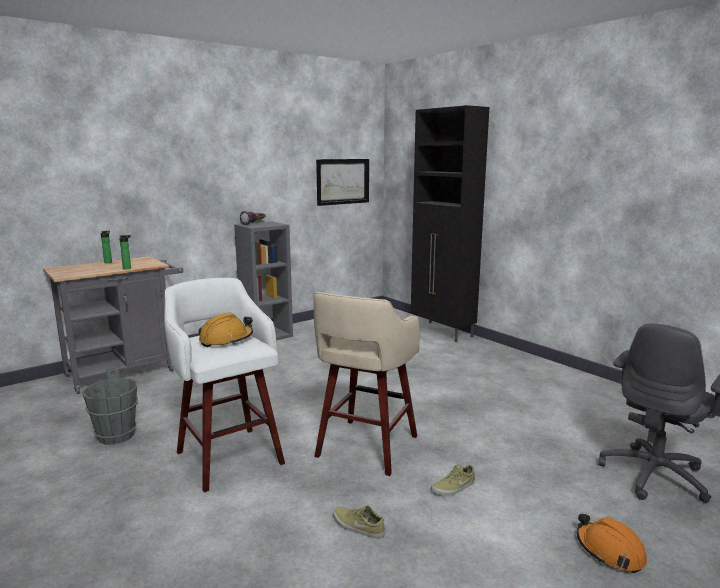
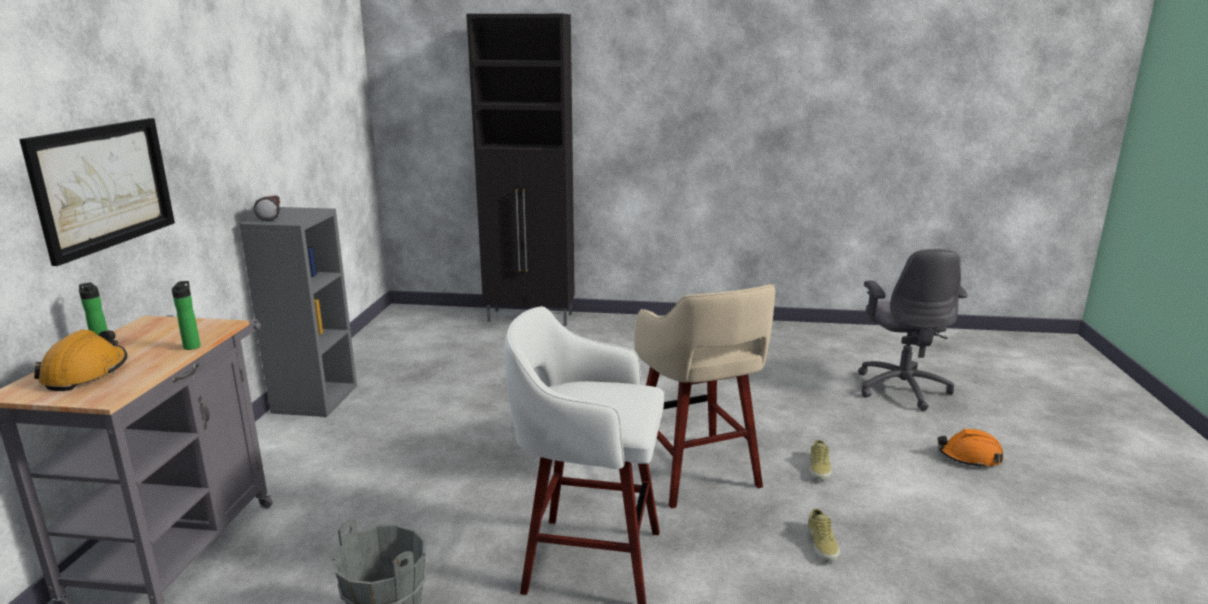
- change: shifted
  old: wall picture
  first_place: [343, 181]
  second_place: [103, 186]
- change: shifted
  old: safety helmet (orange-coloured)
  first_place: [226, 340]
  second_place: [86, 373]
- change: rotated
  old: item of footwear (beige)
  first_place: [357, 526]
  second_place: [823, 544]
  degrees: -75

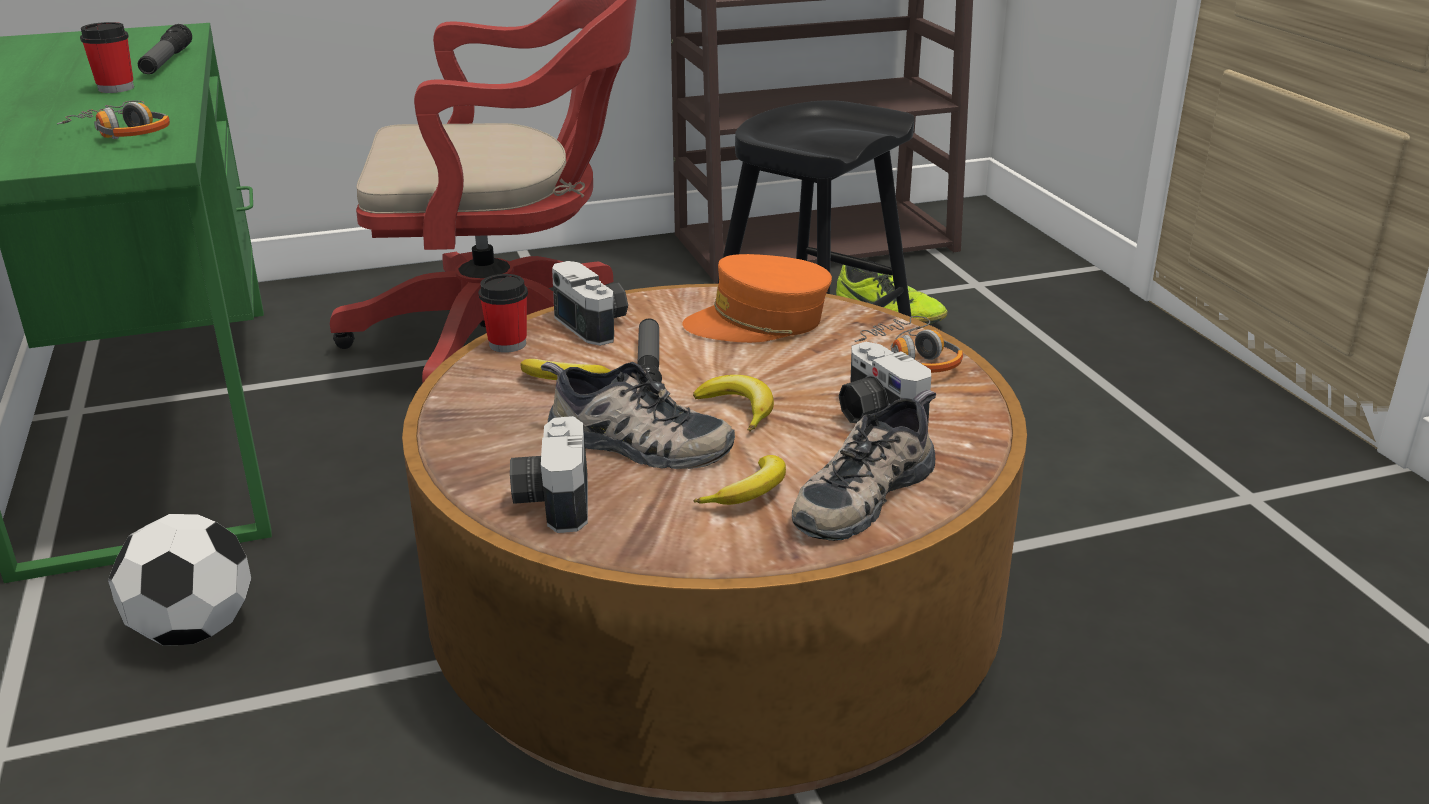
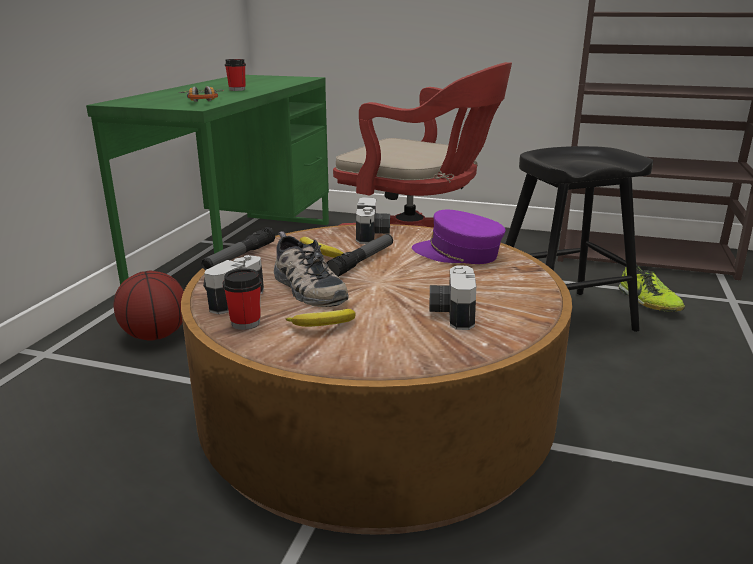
- change: swapped
  old: football
  new: ball for basketball
  first_place: [194, 630]
  second_place: [156, 335]
- change: shifted
  old: flashlight
  first_place: [166, 61]
  second_place: [240, 257]
- change: shifted
  old: drinking cup
  first_place: [507, 344]
  second_place: [245, 323]
- change: repainted
  old: peaked cap (orange-coloured)
  new: peaked cap (purple)
  first_place: [759, 322]
  second_place: [457, 254]
- change: gone
  old: banana
  first_place: [738, 409]
- change: gone
  old: item of footwear
  first_place: [861, 492]
- change: gone
  old: headset
  first_place: [913, 357]

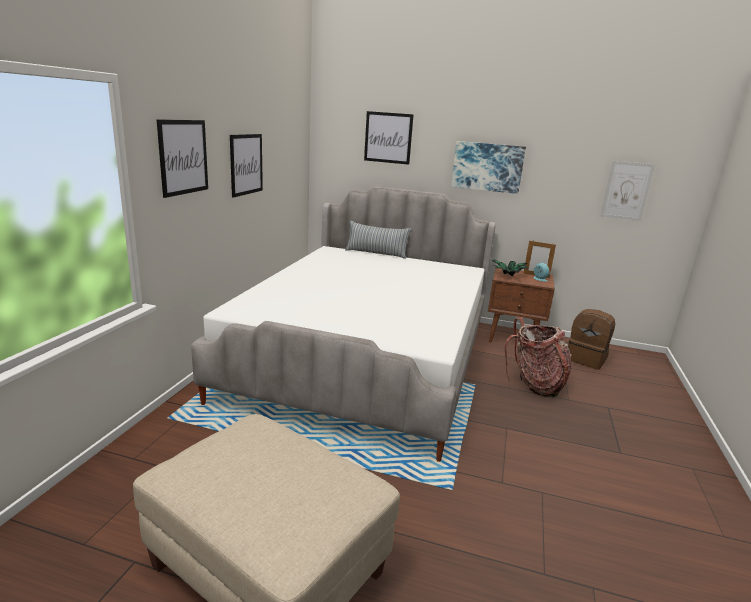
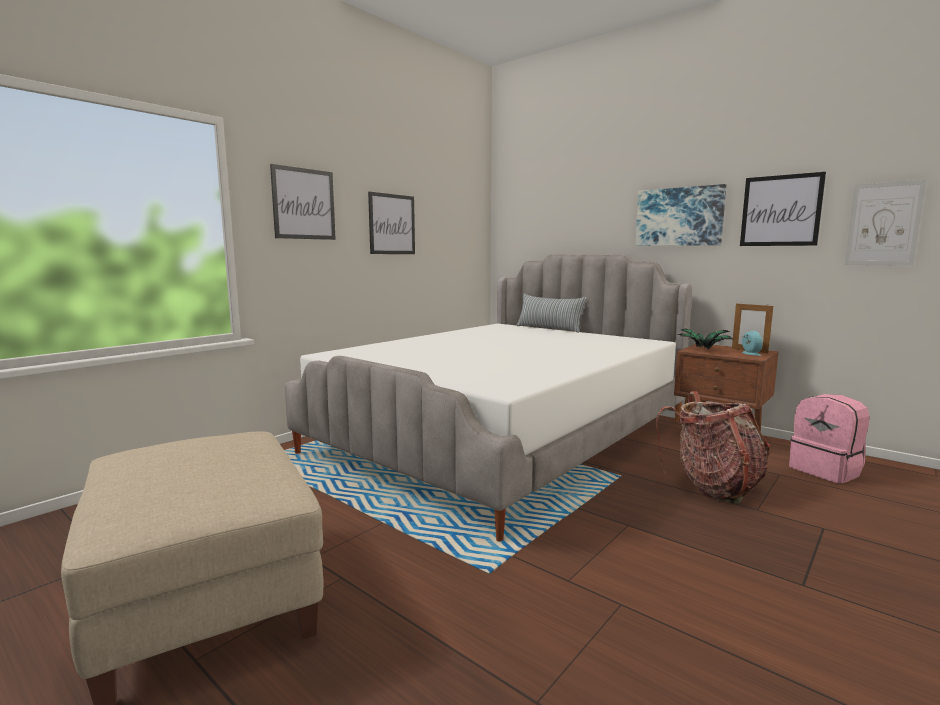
- change: shifted
  old: wall picture
  first_place: [388, 138]
  second_place: [780, 210]
- change: repainted
  old: rucksack (brown)
  new: rucksack (pinkish)
  first_place: [586, 359]
  second_place: [826, 471]

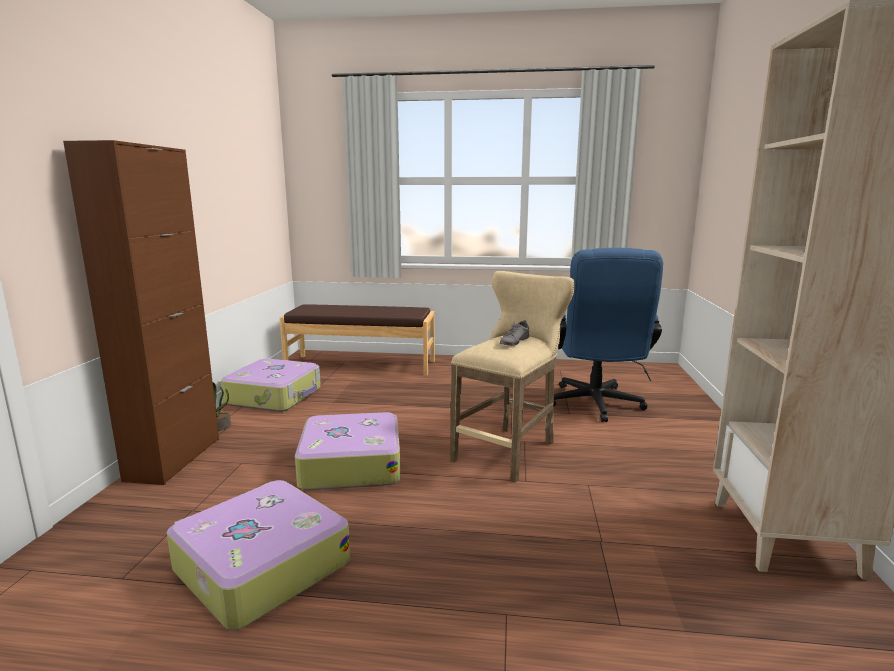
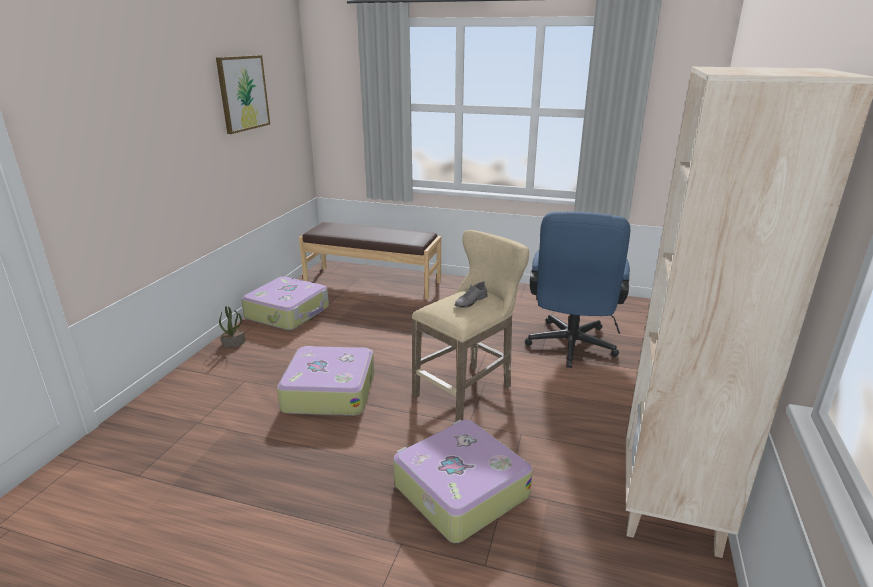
- change: new
  new: wall picture
  second_place: [243, 93]
- change: shifted
  old: suitcase
  first_place: [260, 566]
  second_place: [459, 490]
- change: gone
  old: cabinet (brown)
  first_place: [174, 459]

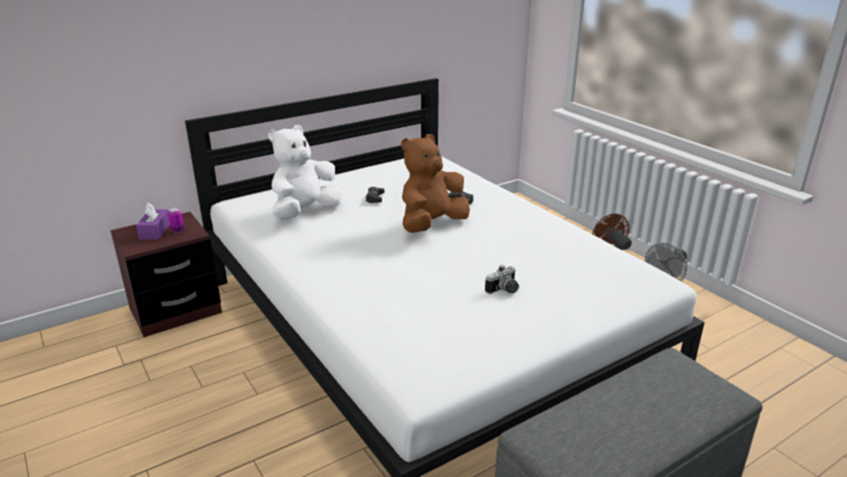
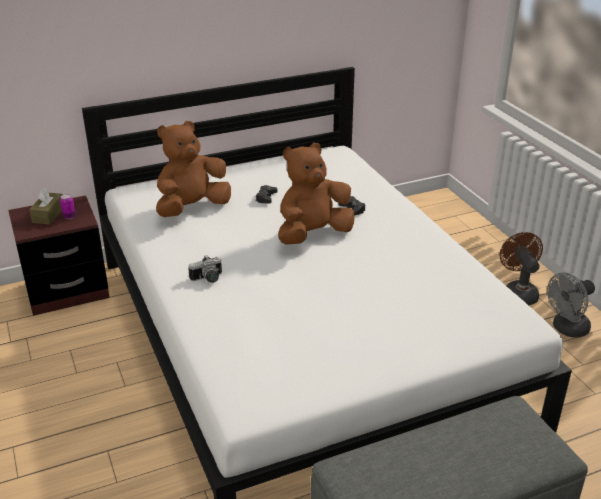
- change: repainted
  old: tissue box (purple)
  new: tissue box (brown)
  first_place: [155, 231]
  second_place: [48, 215]
- change: repainted
  old: soft toy (white)
  new: soft toy (brown)
  first_place: [305, 212]
  second_place: [192, 208]
- change: shifted
  old: still camera
  first_place: [504, 290]
  second_place: [208, 279]

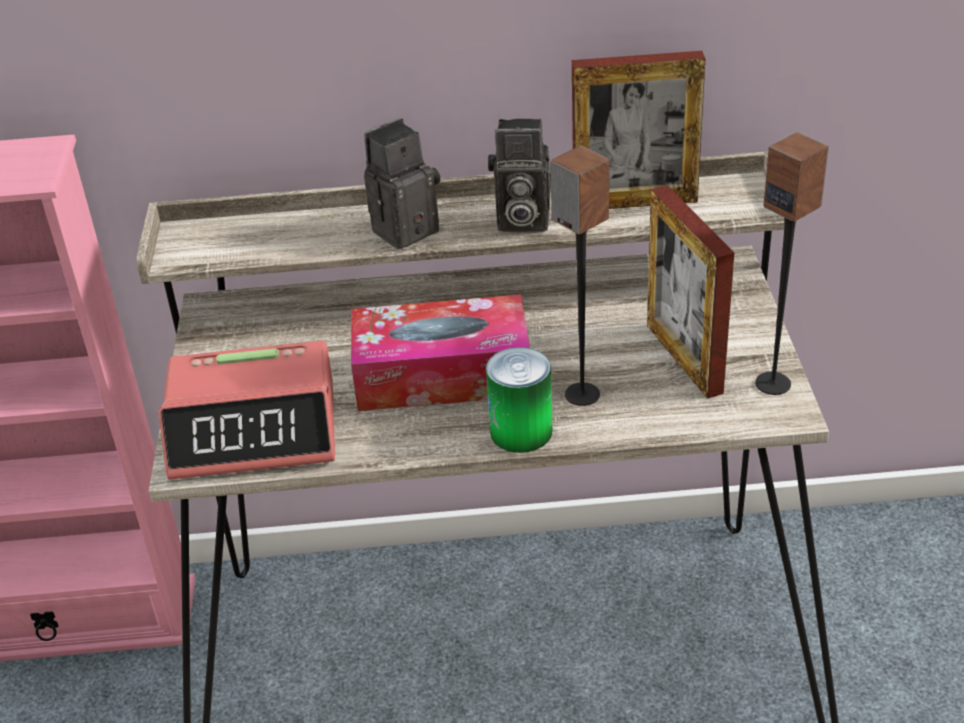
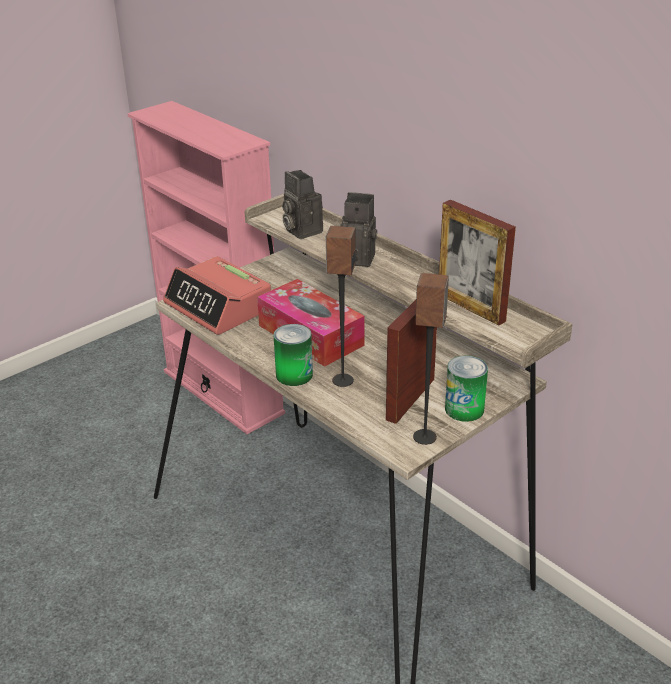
- change: shifted
  old: still camera
  first_place: [520, 220]
  second_place: [301, 230]
- change: new
  new: sealed can
  second_place: [464, 409]

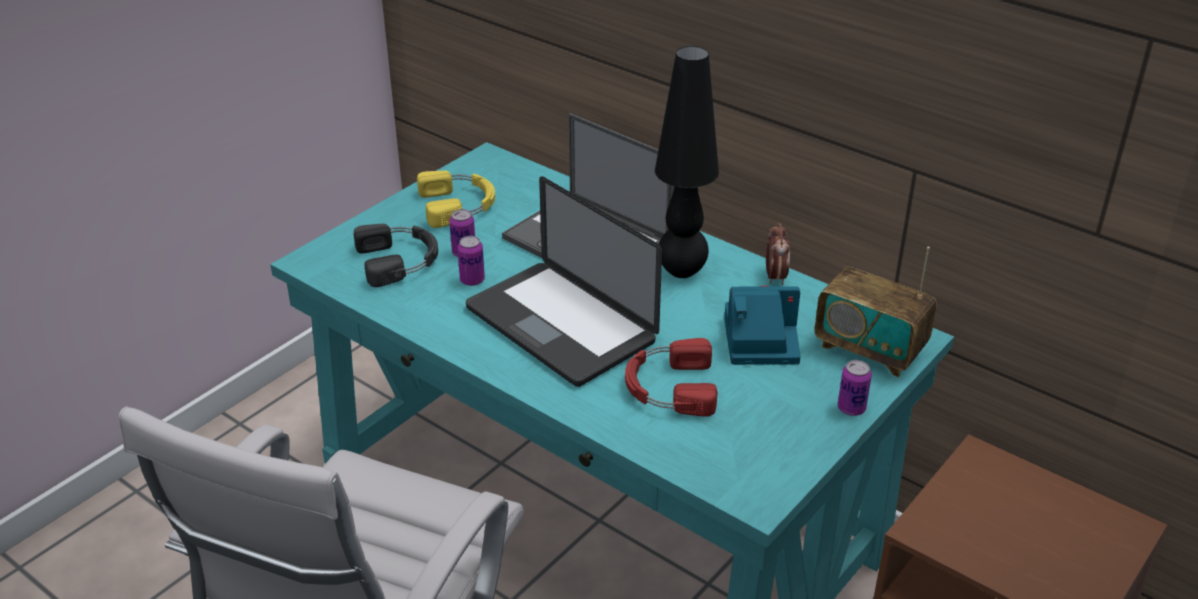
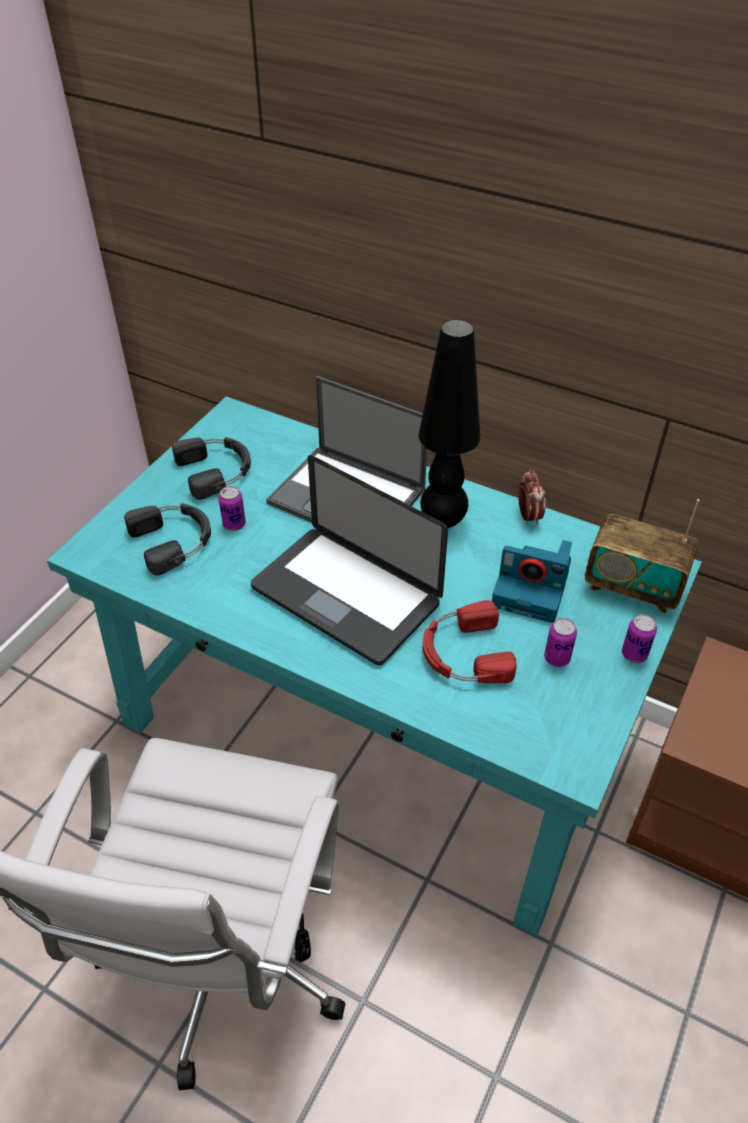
- change: repainted
  old: headset (yellow)
  new: headset (black-coloured)
  first_place: [459, 205]
  second_place: [216, 470]
- change: rotated
  old: still camera
  first_place: [759, 341]
  second_place: [532, 590]
  degrees: -150
- change: shifted
  old: sealed can
  first_place: [472, 280]
  second_place: [557, 658]

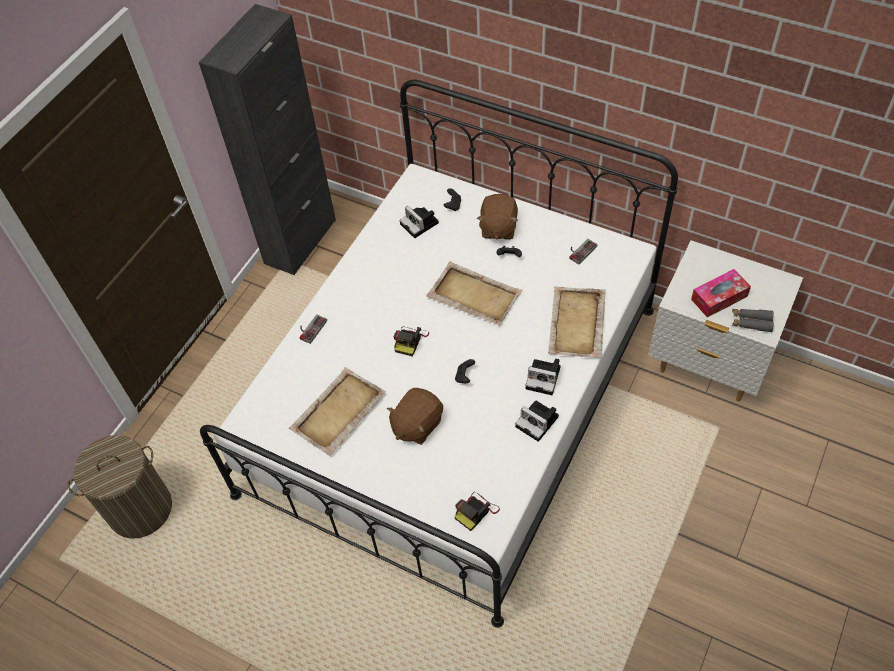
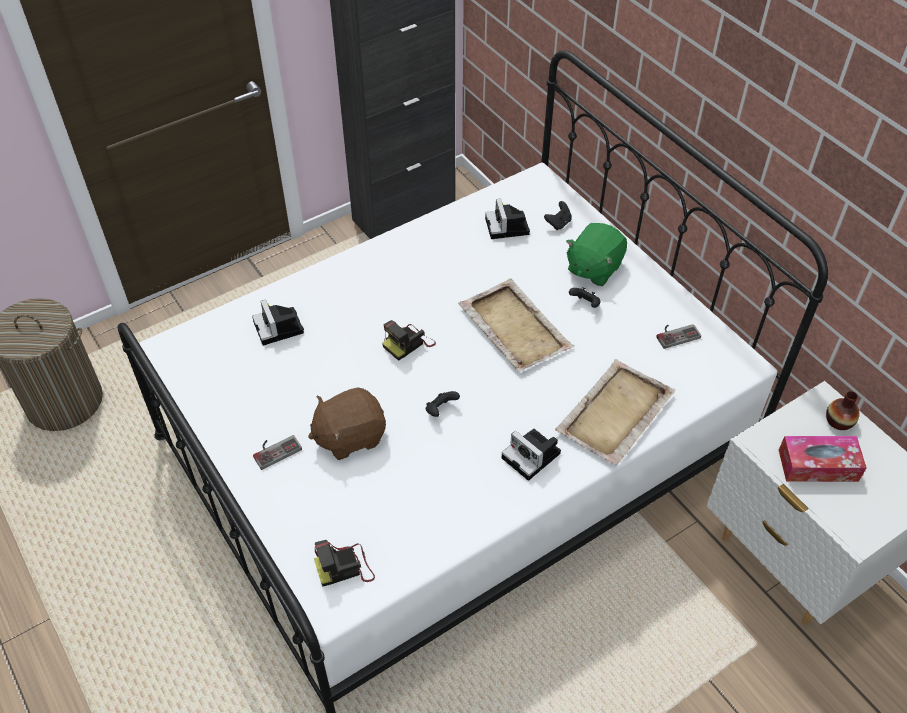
- change: shifted
  old: still camera
  first_place: [538, 422]
  second_place: [280, 329]
- change: shifted
  old: gamepad
  first_place: [310, 328]
  second_place: [275, 449]
- change: repainted
  old: soft toy (brown)
  new: soft toy (green)
  first_place: [498, 228]
  second_place: [593, 268]
- change: new
  new: vase
  second_place: [839, 421]
- change: gone
  old: tray (beige)
  first_place: [337, 413]
- change: gone
  old: binoculars (grey)
  first_place: [751, 322]

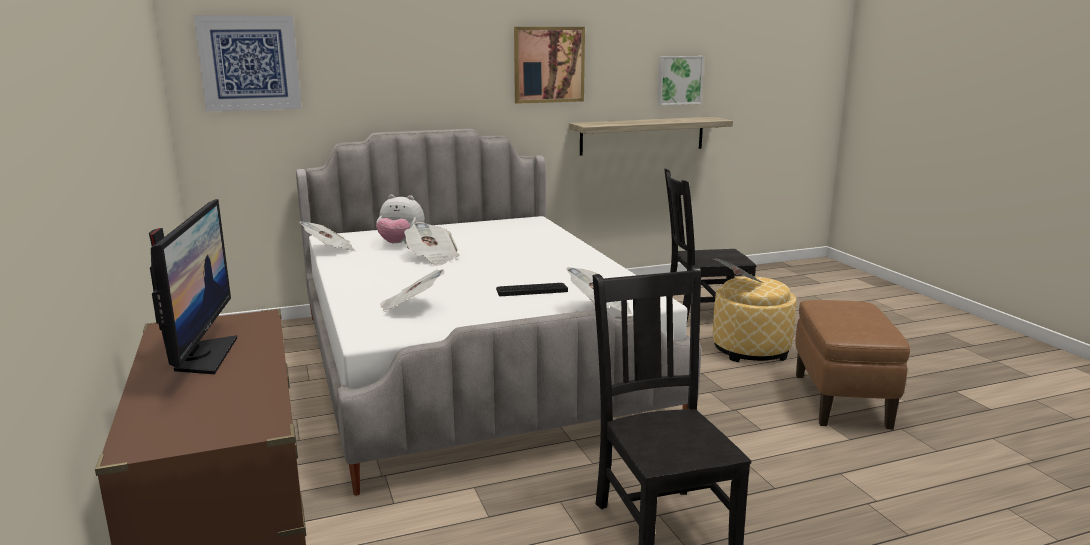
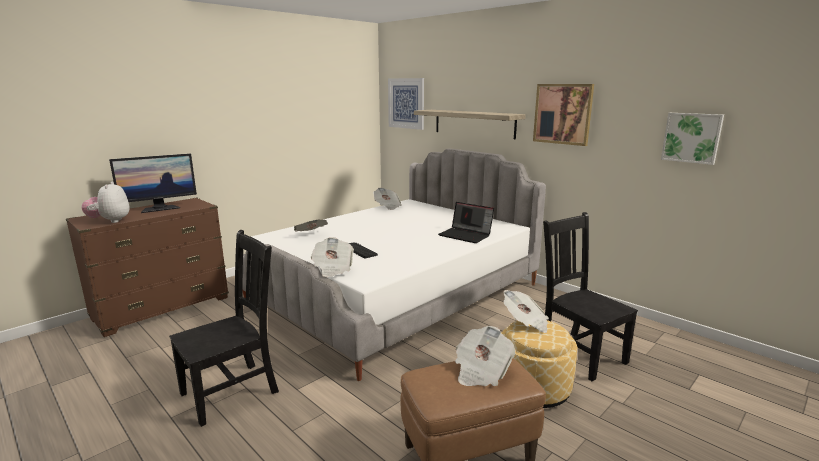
- change: shifted
  old: soft toy
  first_place: [400, 244]
  second_place: [110, 221]
- change: shifted
  old: bracket shelf
  first_place: [642, 135]
  second_place: [474, 123]
- change: new
  new: portable computer
  second_place: [466, 235]
- change: shifted
  old: newspaper
  first_place: [432, 258]
  second_place: [481, 371]

